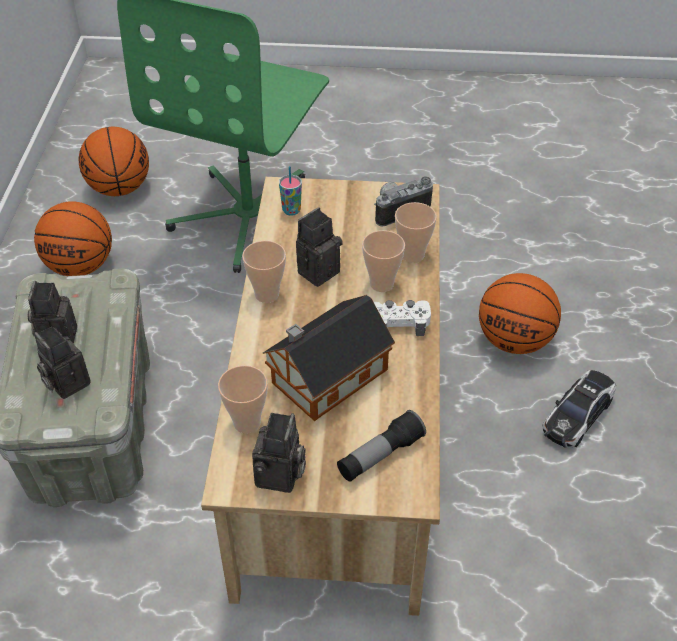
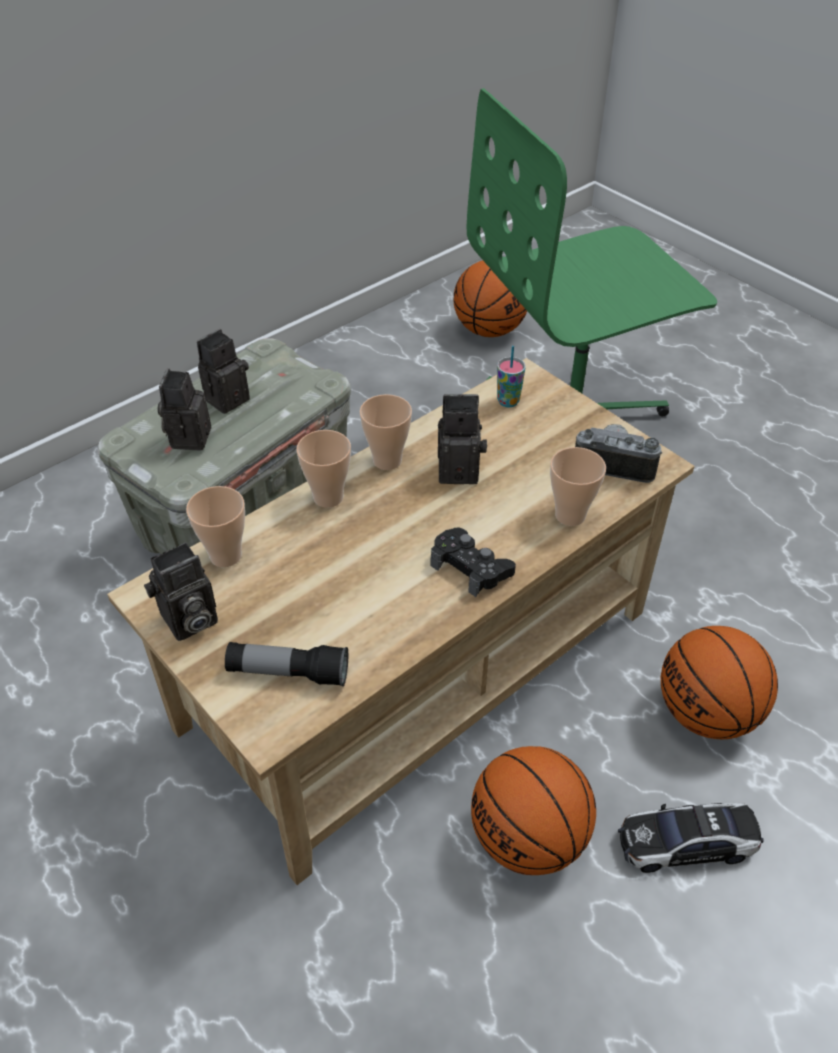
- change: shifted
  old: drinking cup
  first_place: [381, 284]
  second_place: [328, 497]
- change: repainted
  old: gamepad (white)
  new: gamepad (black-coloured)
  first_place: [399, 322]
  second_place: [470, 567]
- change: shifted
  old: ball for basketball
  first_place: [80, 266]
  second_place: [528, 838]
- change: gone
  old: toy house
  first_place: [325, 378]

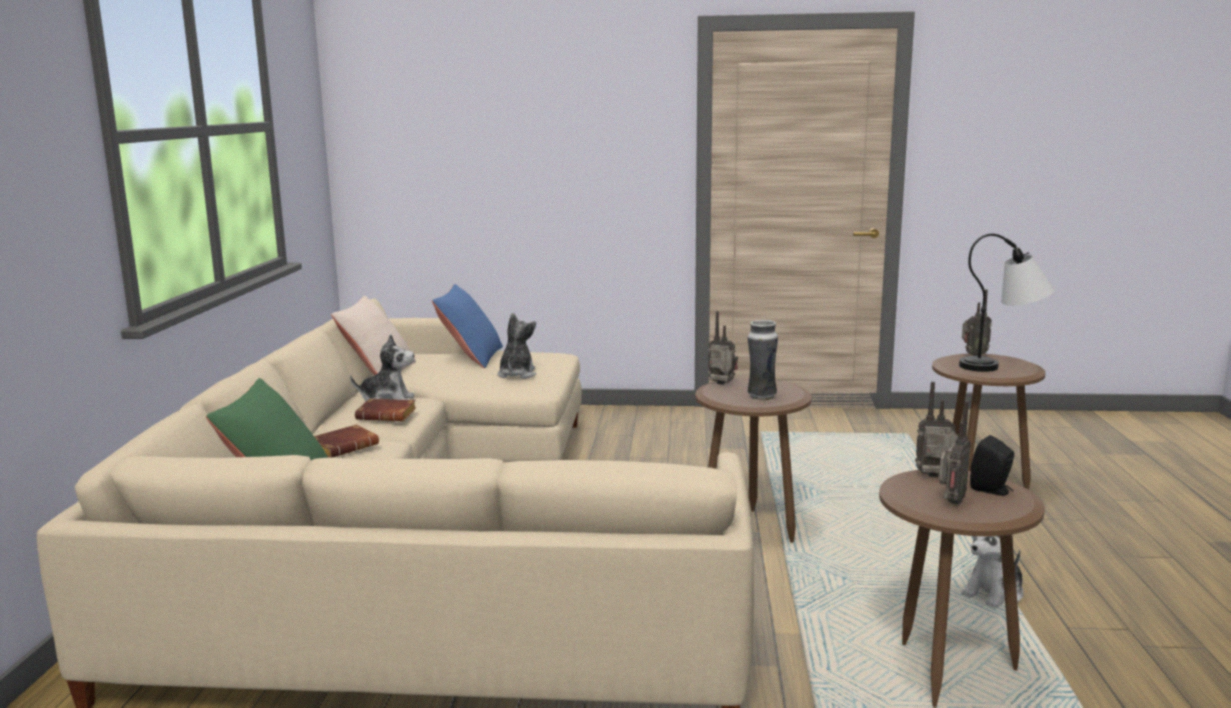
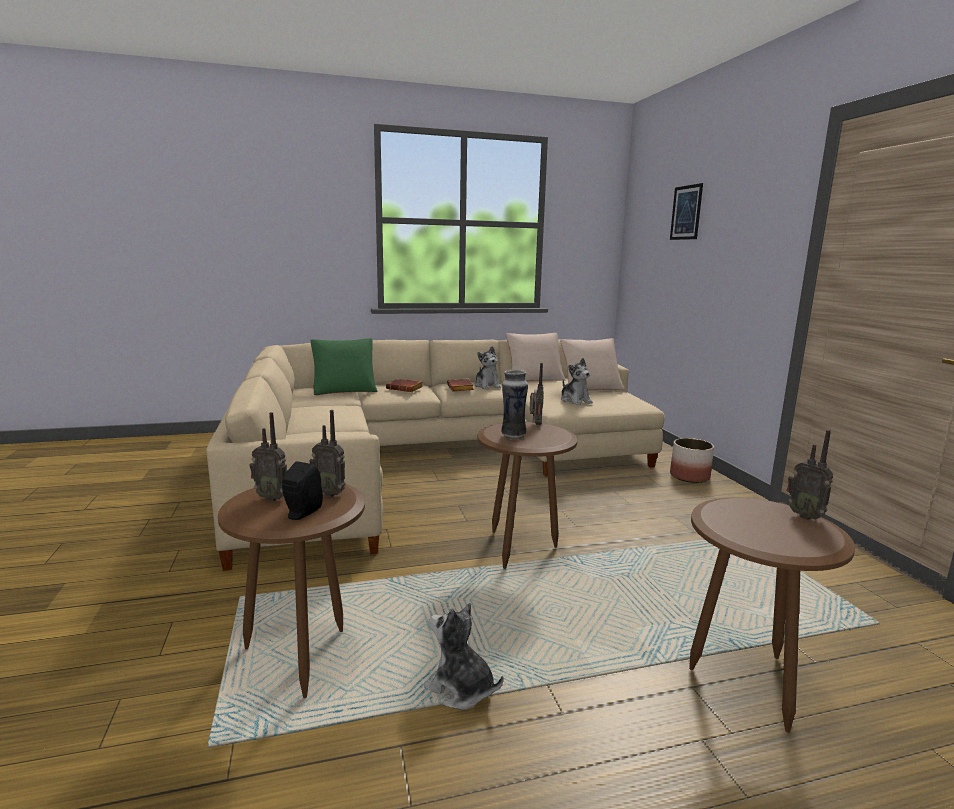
- change: rotated
  old: radio
  first_place: [936, 478]
  second_place: [330, 493]
  degrees: 120
- change: repainted
  old: cushion (blue-coloured)
  new: cushion (beige)
  first_place: [470, 357]
  second_place: [590, 387]
- change: rotated
  old: soft toy
  first_place: [516, 374]
  second_place: [575, 401]
  degrees: 75
- change: new
  new: wall picture
  second_place: [686, 212]
- change: new
  new: plant pot
  second_place: [690, 477]
- change: gone
  old: tabletop lamp
  first_place: [1004, 366]

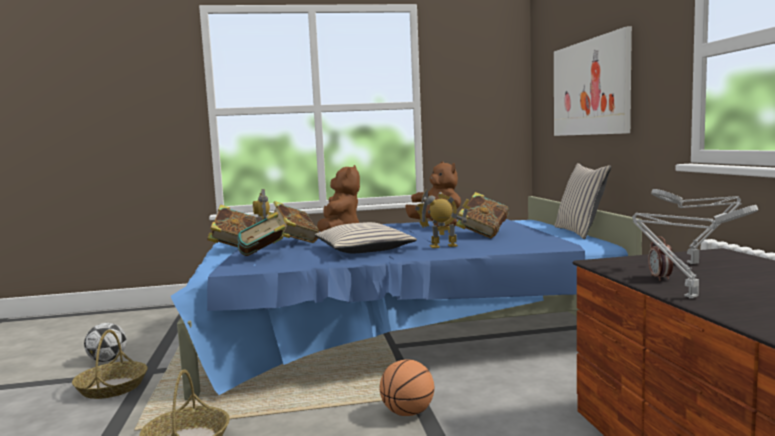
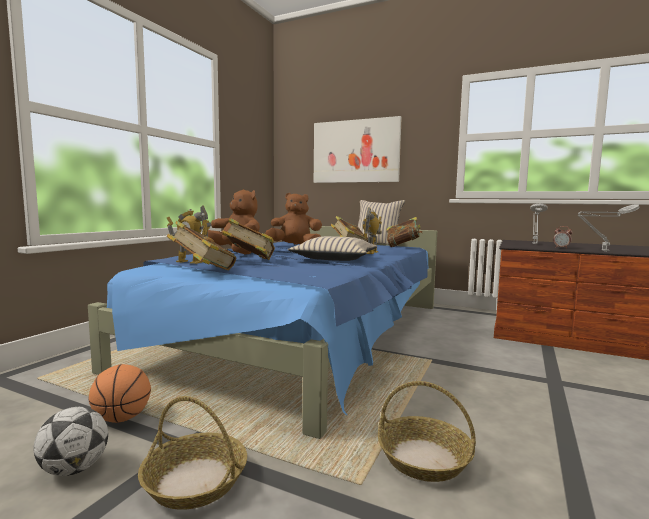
- change: shifted
  old: ball for basketball
  first_place: [408, 413]
  second_place: [122, 418]
- change: shifted
  old: bound book
  first_place: [263, 257]
  second_place: [403, 246]

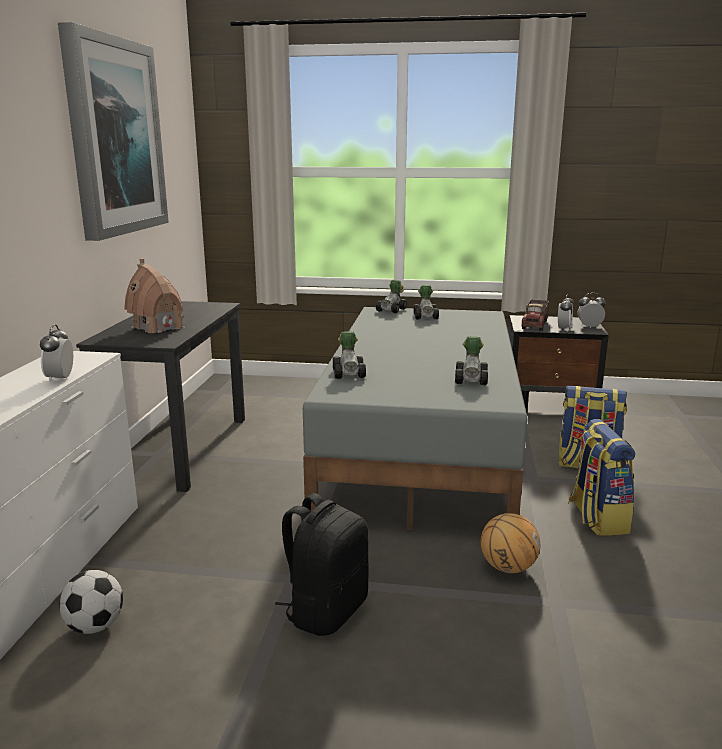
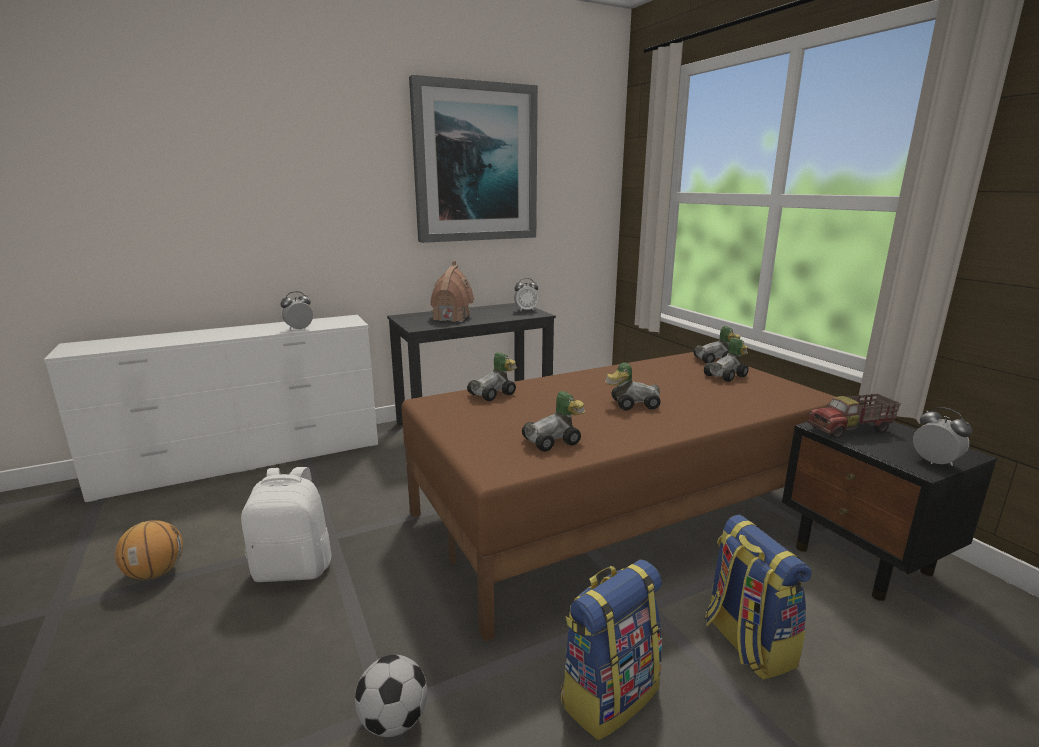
- change: shifted
  old: ball for basketball
  first_place: [507, 567]
  second_place: [155, 573]
- change: repainted
  old: rucksack (black-coloured)
  new: rucksack (white)
  first_place: [326, 611]
  second_place: [294, 568]
- change: shifted
  old: football
  first_place: [95, 627]
  second_place: [393, 722]
- change: repainted
  old: bedroom bed (grey)
  new: bedroom bed (brown)
  first_place: [423, 447]
  second_place: [620, 513]
- change: shifted
  old: bedside clock
  first_place: [564, 329]
  second_place: [526, 310]
- change: new
  new: miniature car
  second_place: [631, 404]

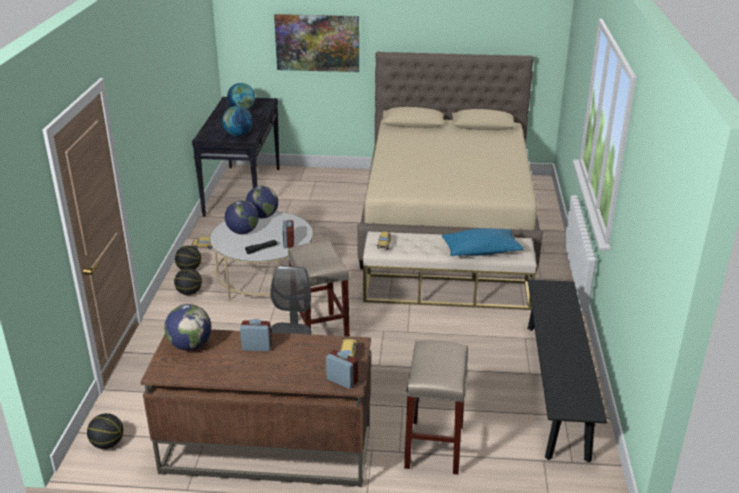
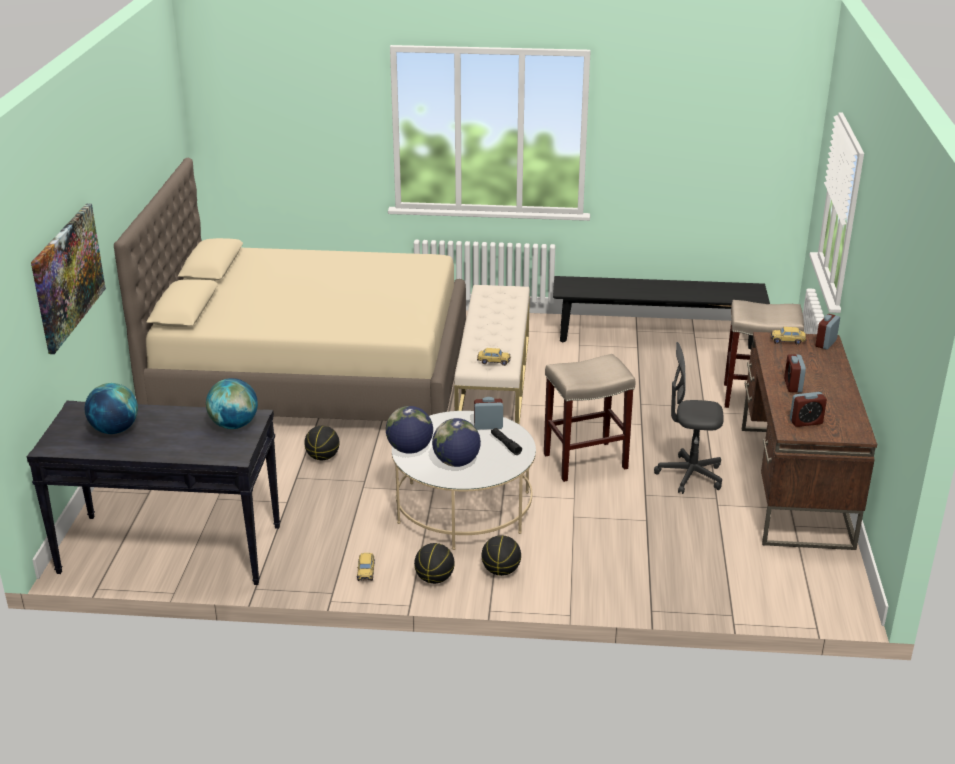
- change: shifted
  old: ball for basketball
  first_place: [108, 443]
  second_place: [322, 457]
- change: swapped
  old: globe
  new: bedside clock
  first_place: [190, 345]
  second_place: [806, 422]
- change: gone
  old: cushion (blue-coloured)
  first_place: [481, 251]

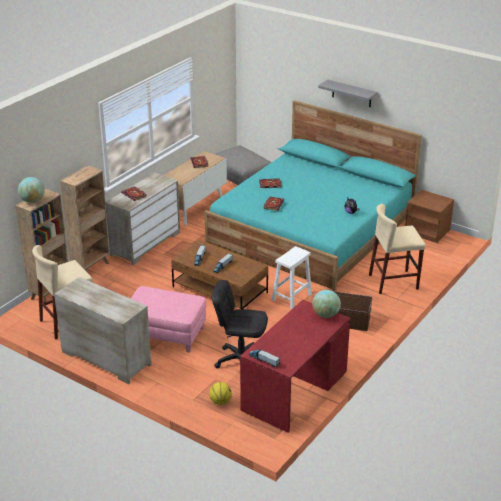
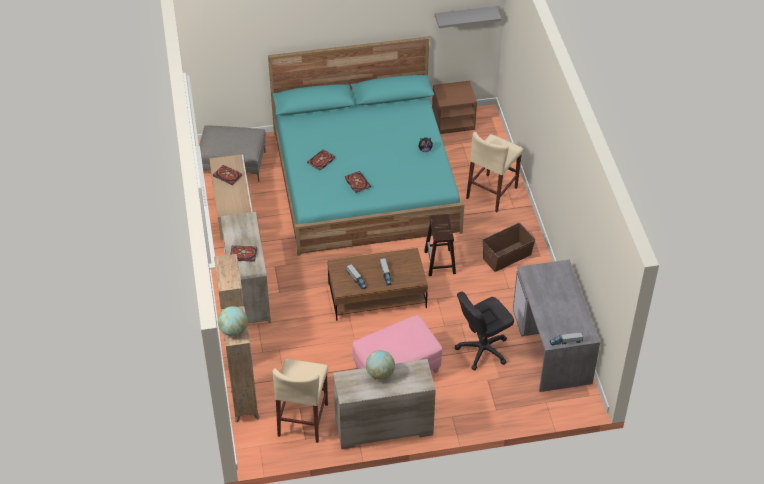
- change: shifted
  old: globe
  first_place: [325, 315]
  second_place: [380, 373]
- change: repainted
  old: stool seat (white)
  new: stool seat (brown)
  first_place: [291, 297]
  second_place: [440, 263]
- change: shifted
  old: bracket shelf (grey)
  first_place: [351, 93]
  second_place: [465, 17]
- change: repainted
  old: desk table (red)
  new: desk table (grey)
  first_place: [295, 391]
  second_place: [552, 346]
- change: gone
  old: ball for basketball
  first_place: [220, 401]

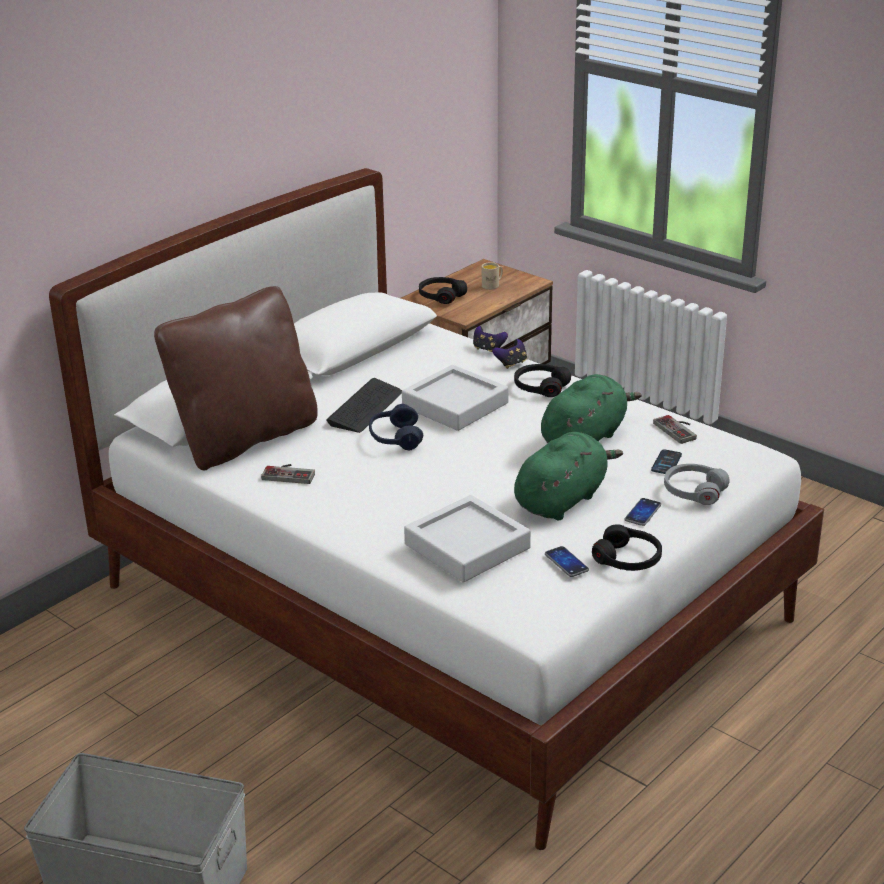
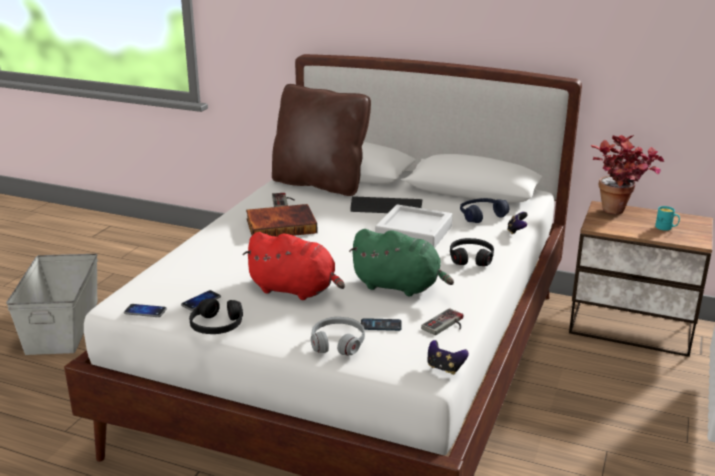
- change: shifted
  old: phone
  first_place: [642, 513]
  second_place: [145, 311]
- change: repainted
  old: soft toy (green)
  new: soft toy (red)
  first_place: [562, 500]
  second_place: [295, 290]
- change: new
  new: bound book
  second_place: [281, 225]
- change: shifted
  old: gamepad
  first_place: [511, 364]
  second_place: [445, 368]
- change: shifted
  old: headset (blue-coloured)
  first_place: [395, 438]
  second_place: [482, 216]
- change: swapped
  old: headset (black-coloured)
  new: potted plant
  first_place: [441, 296]
  second_place: [619, 213]
- change: repainted
  old: mug (beige)
  new: mug (turquoise)
  first_place: [492, 285]
  second_place: [666, 228]
- change: gone
  old: tray (grey)
  first_place: [467, 546]

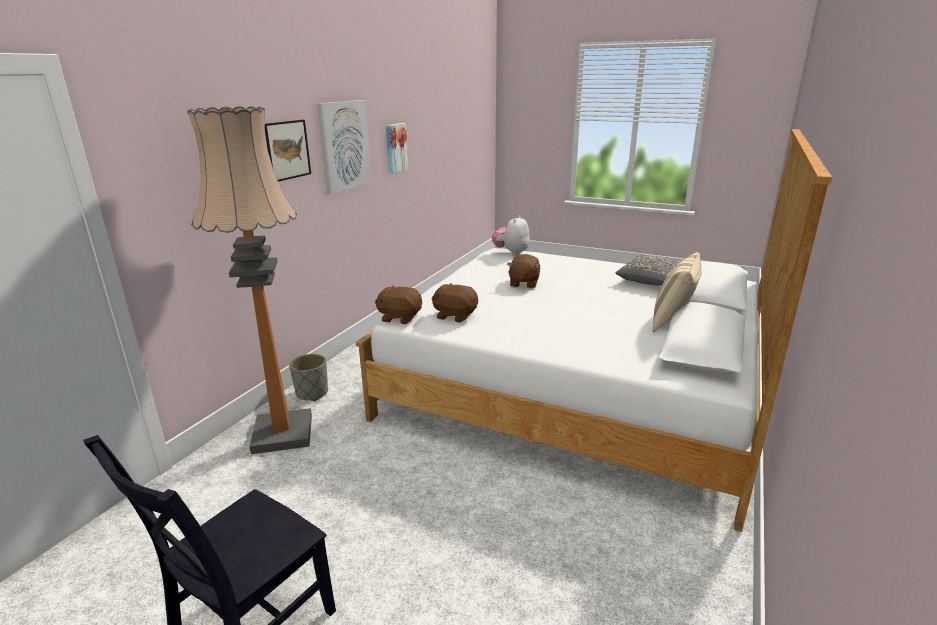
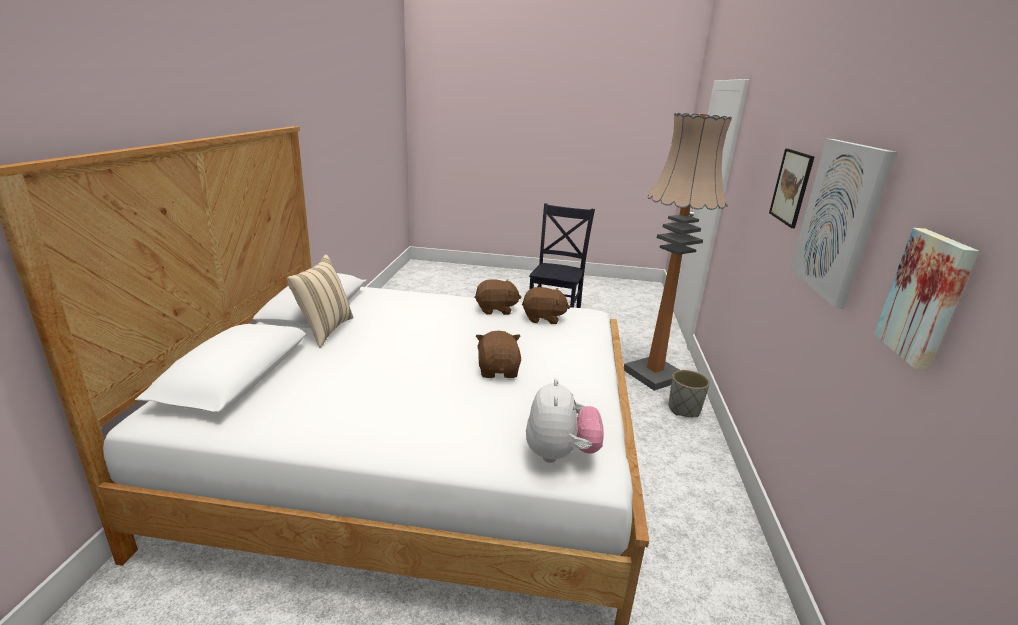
- change: shifted
  old: soft toy (brown)
  first_place: [400, 317]
  second_place: [496, 310]
- change: gone
  old: cushion (grey)
  first_place: [652, 282]

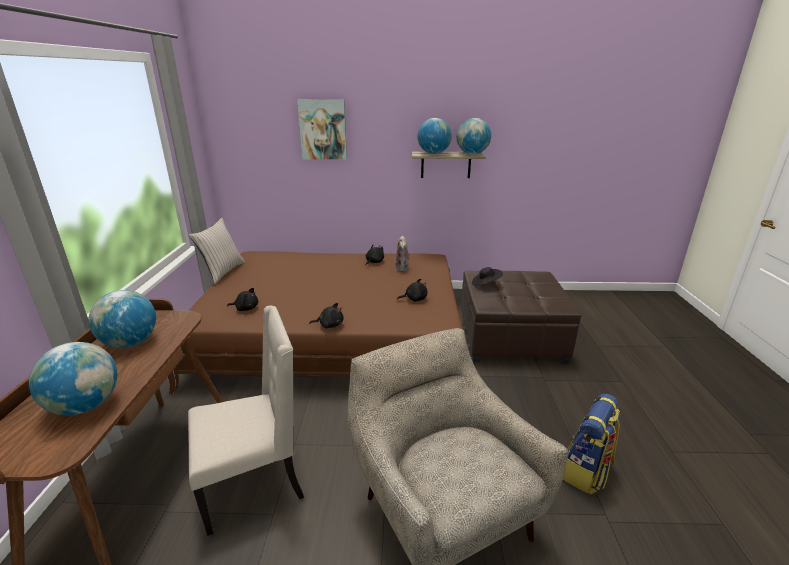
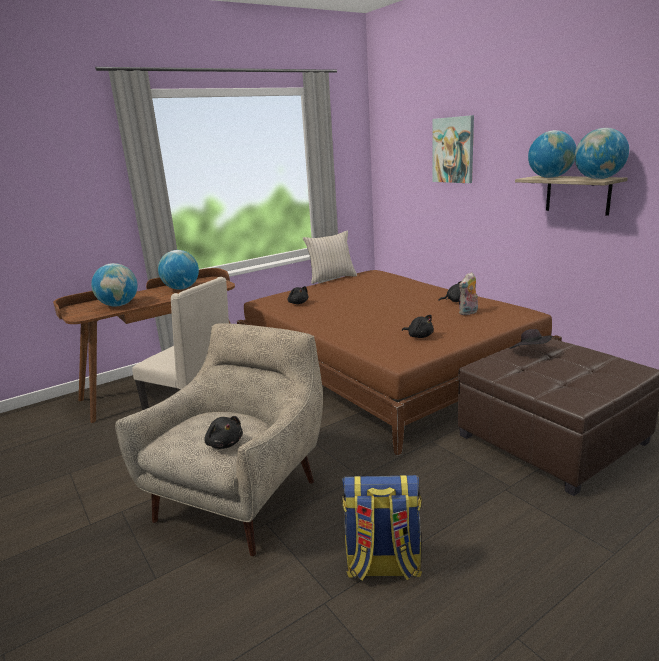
- change: shifted
  old: soft toy (black-coloured)
  first_place: [329, 325]
  second_place: [224, 443]

